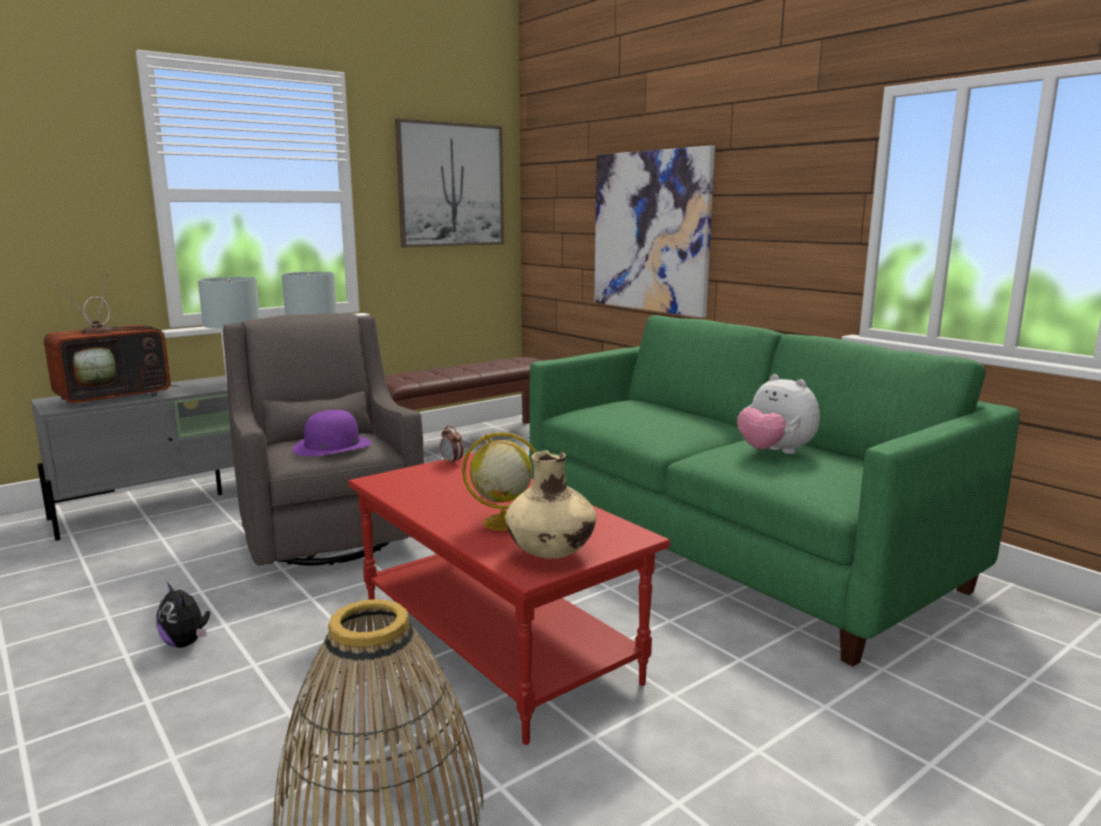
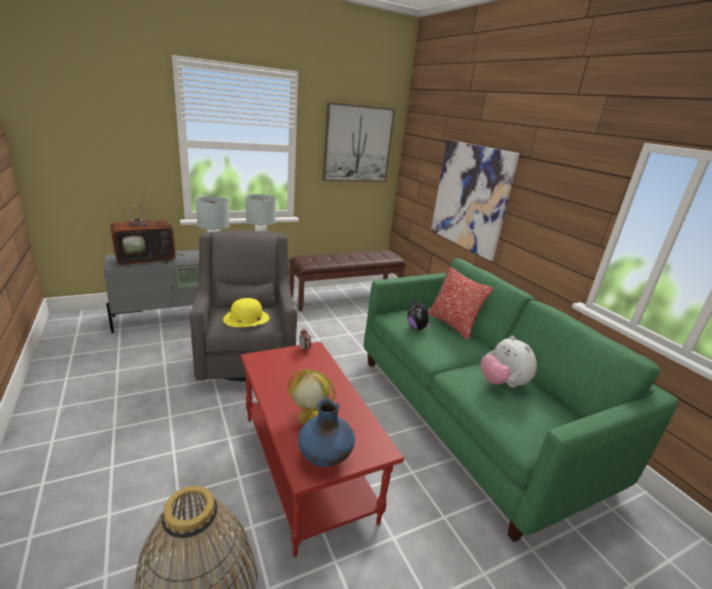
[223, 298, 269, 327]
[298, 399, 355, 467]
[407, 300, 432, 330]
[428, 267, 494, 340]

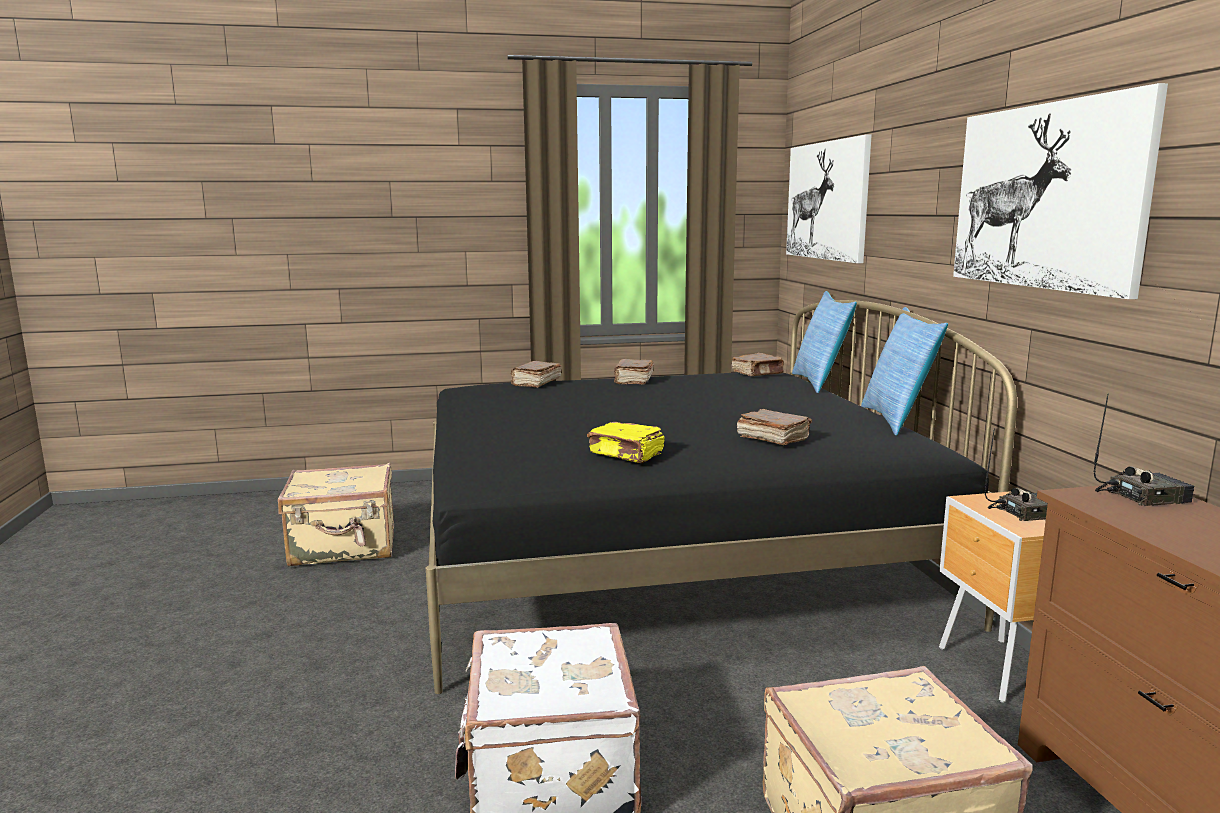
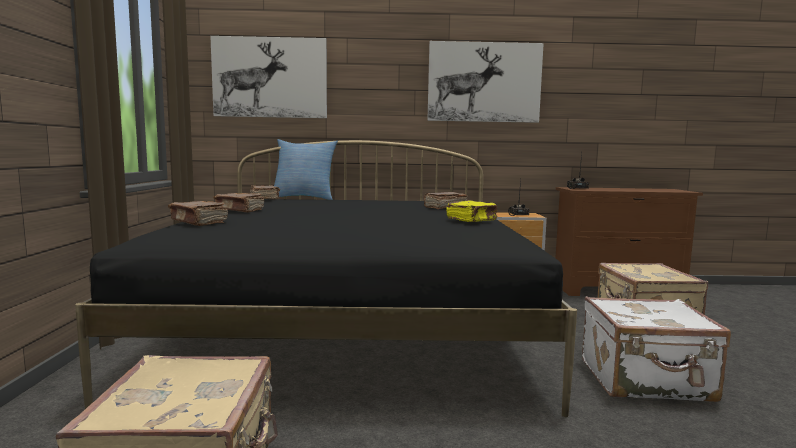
[861, 307, 948, 435] (first image)

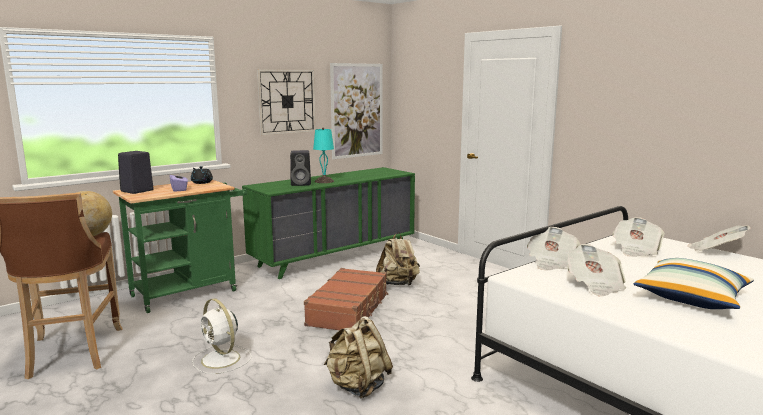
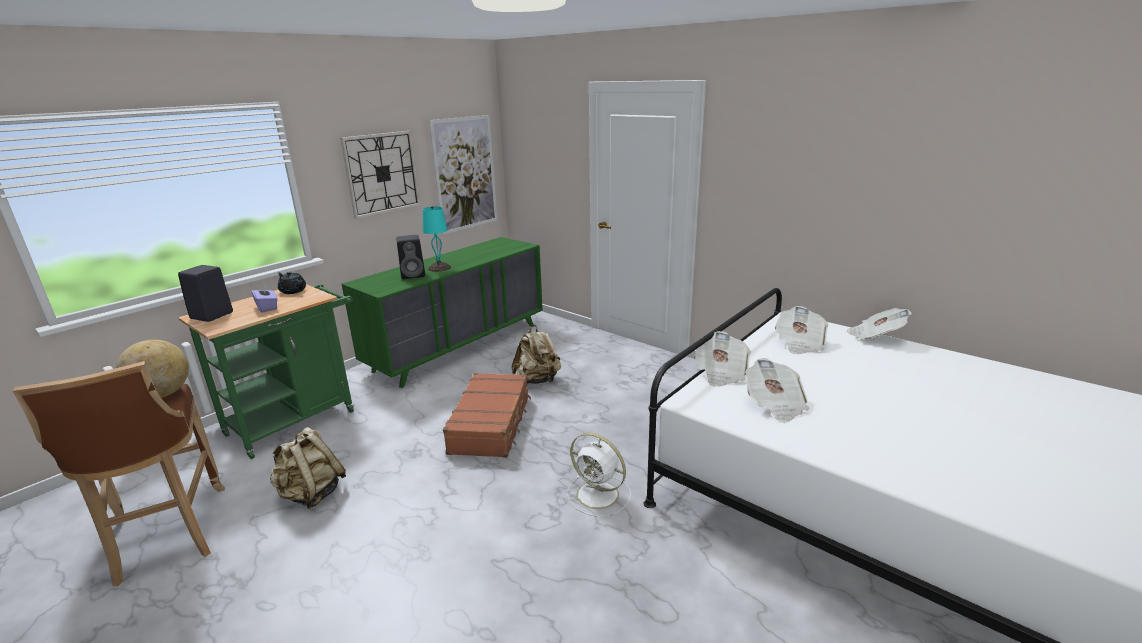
[270, 427, 346, 509]
[566, 433, 631, 517]
[634, 258, 754, 309] (first image)

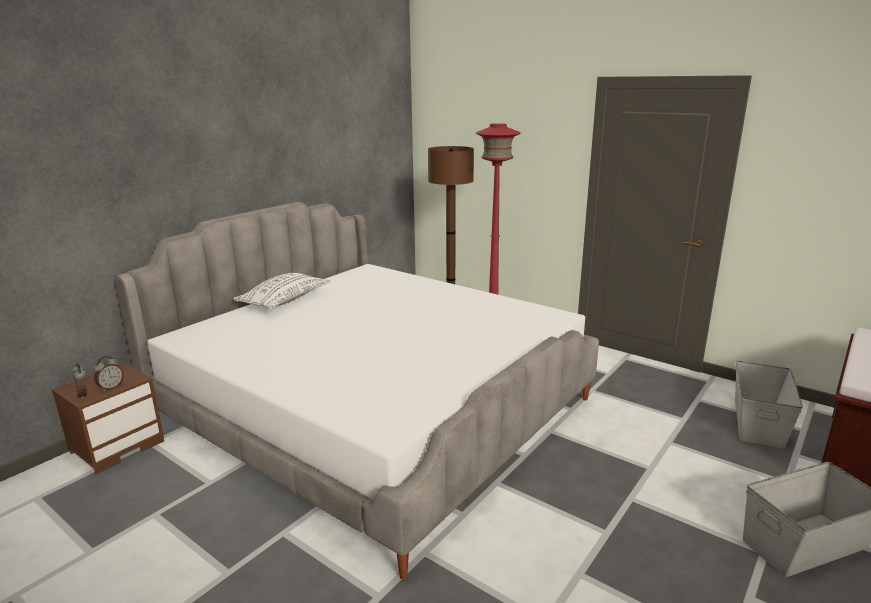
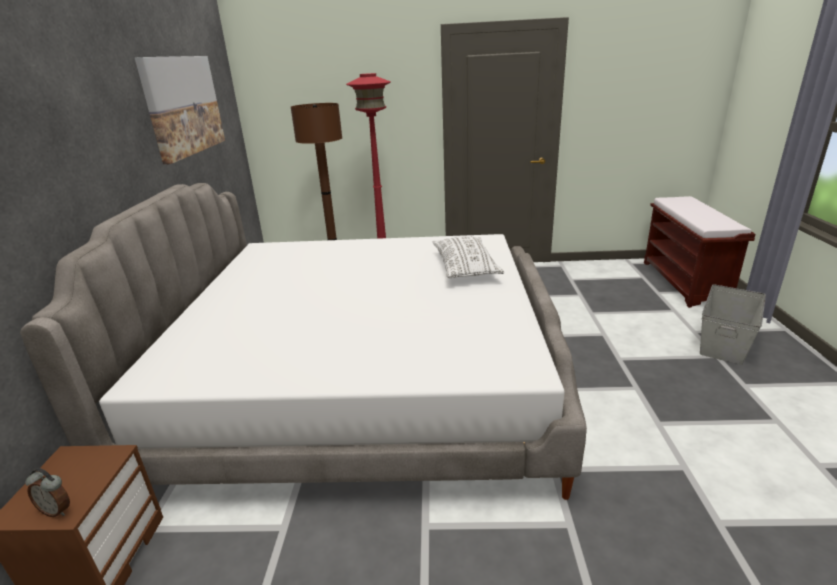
[135, 56, 225, 165]
[432, 236, 504, 278]
[94, 356, 124, 392] (first image)
[735, 361, 803, 449] (first image)

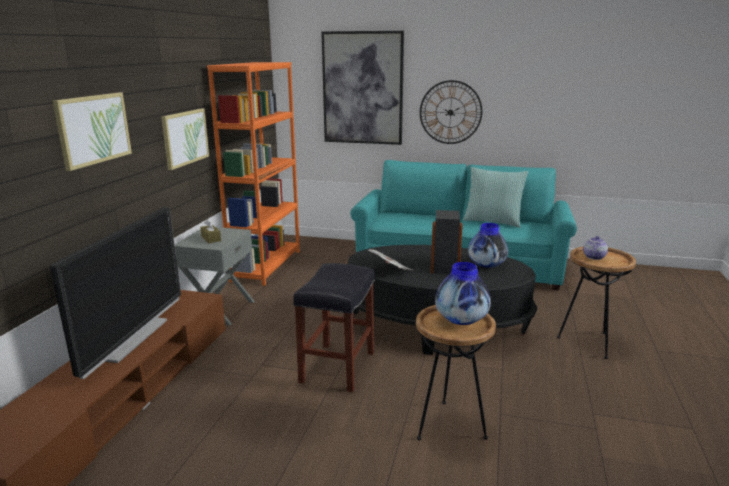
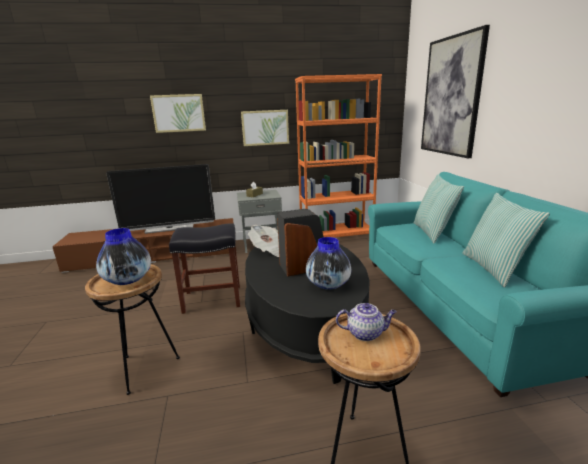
[413, 174, 464, 244]
[420, 80, 482, 144] (first image)

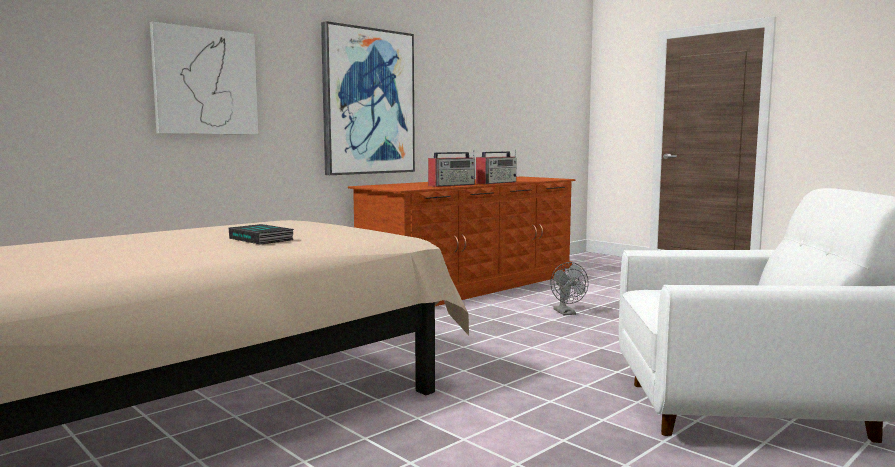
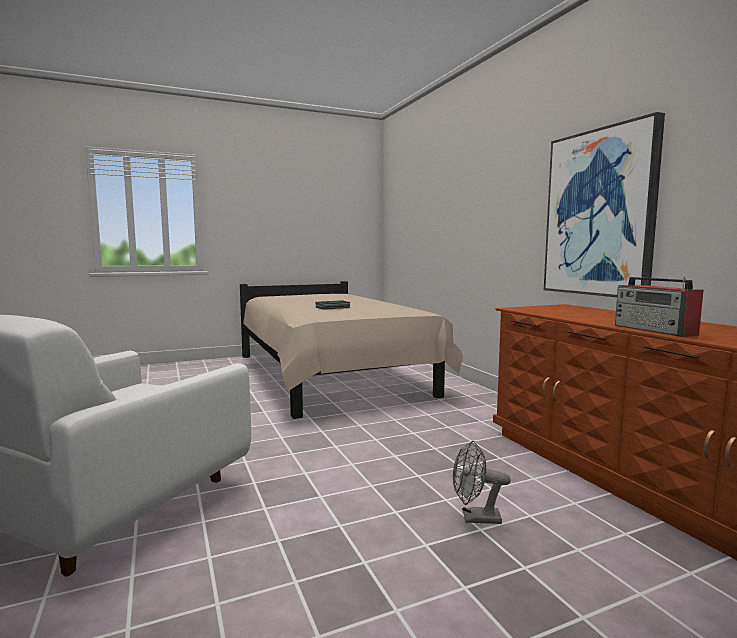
[150, 22, 259, 134] (first image)
[428, 150, 475, 187] (first image)

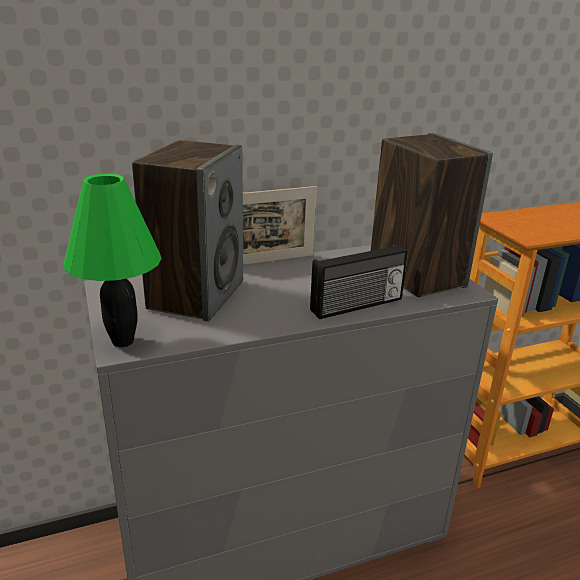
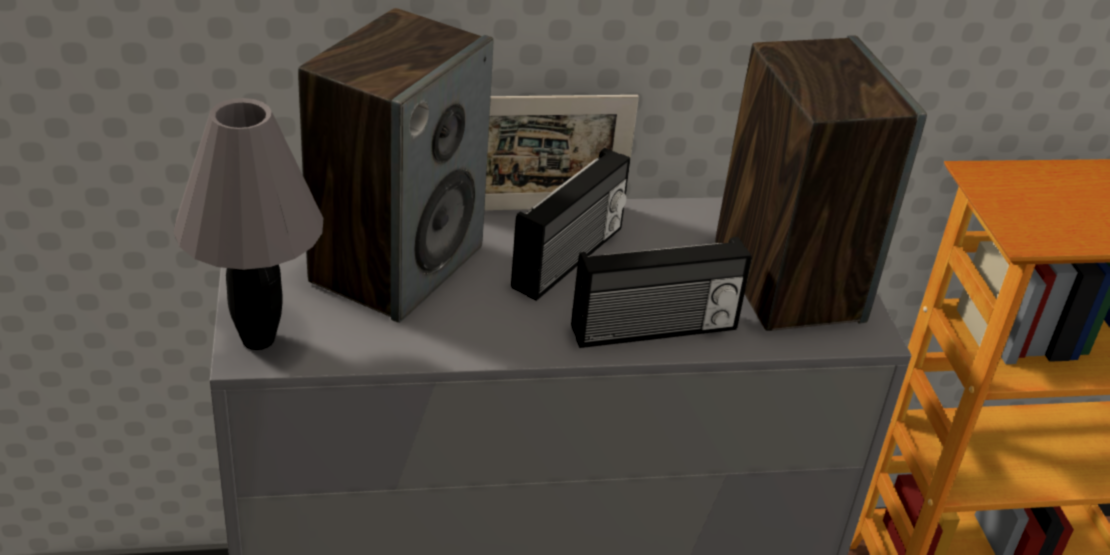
[173, 98, 323, 350]
[511, 148, 630, 301]

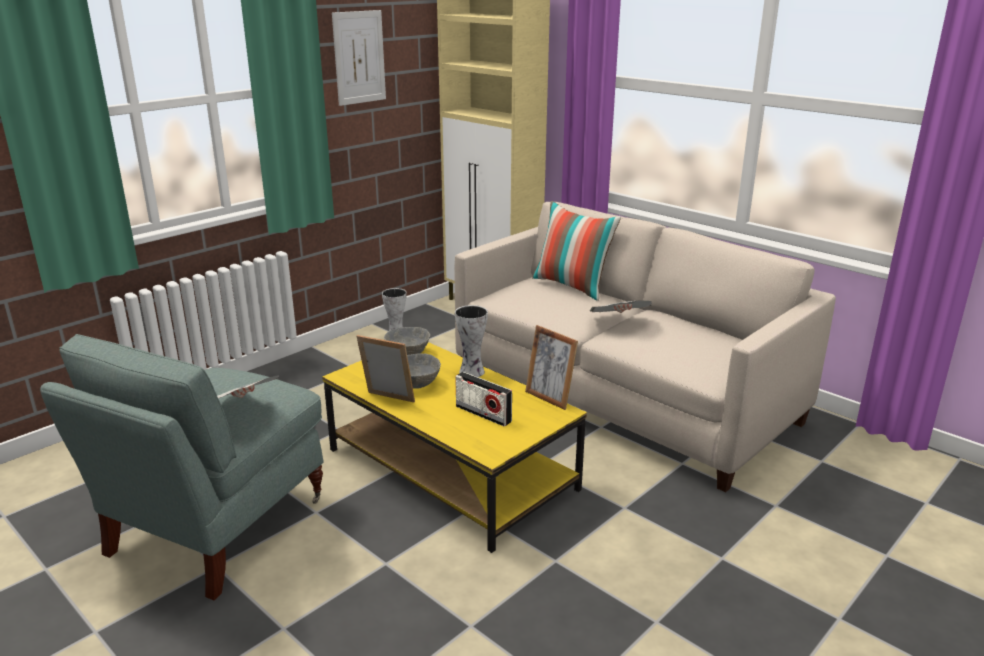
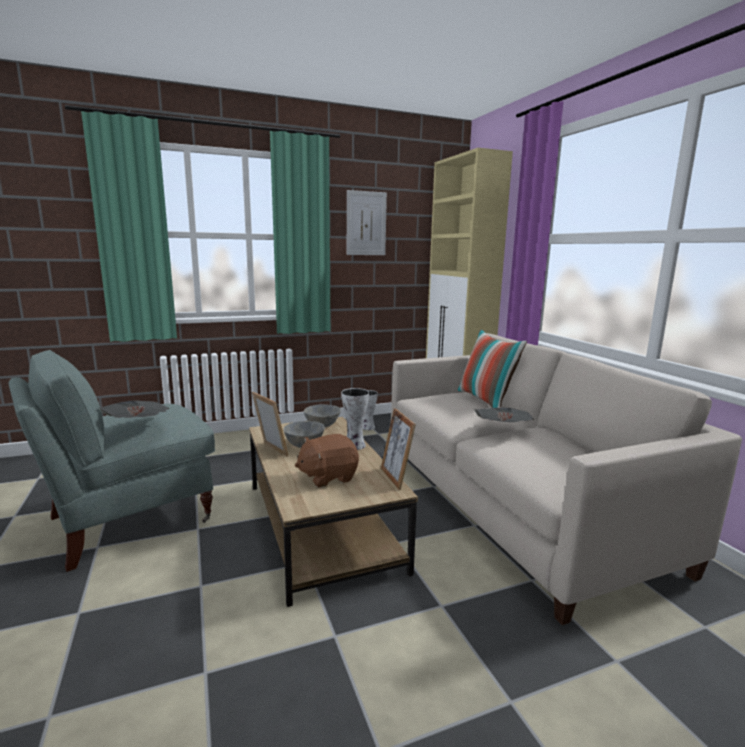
[249, 417, 418, 607]
[295, 434, 359, 487]

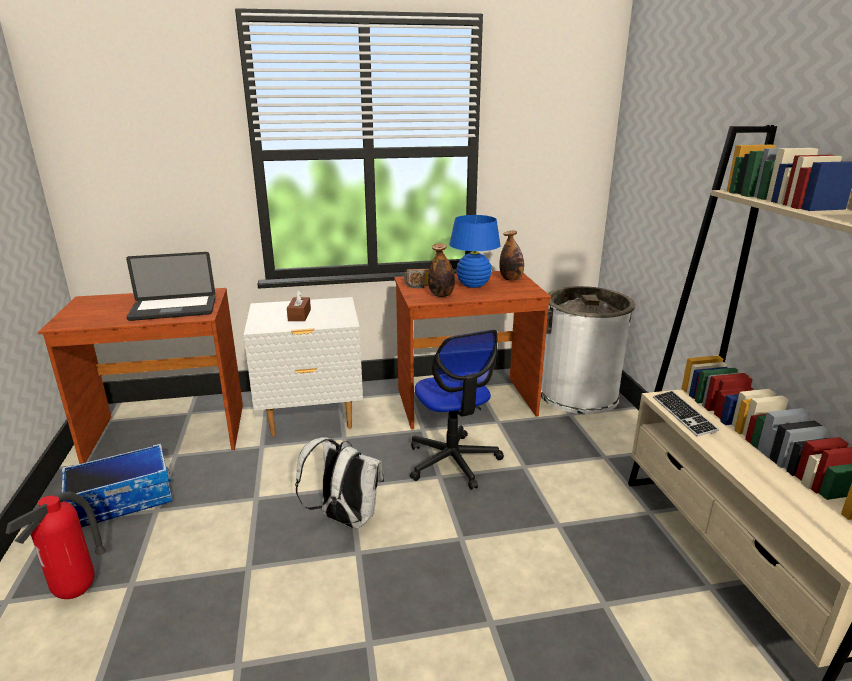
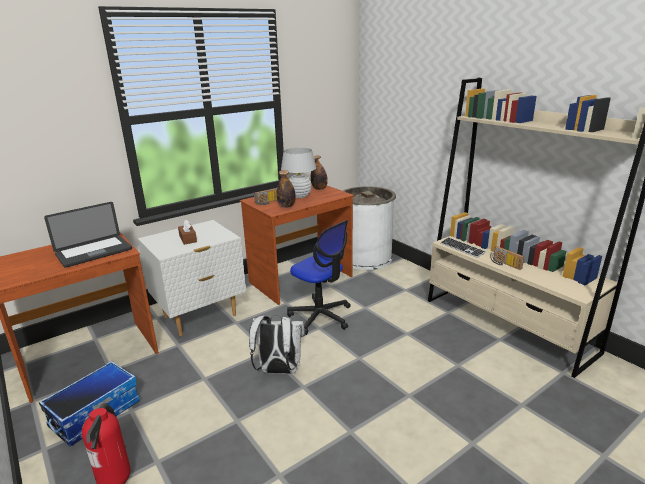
[281, 148, 316, 198]
[490, 246, 524, 270]

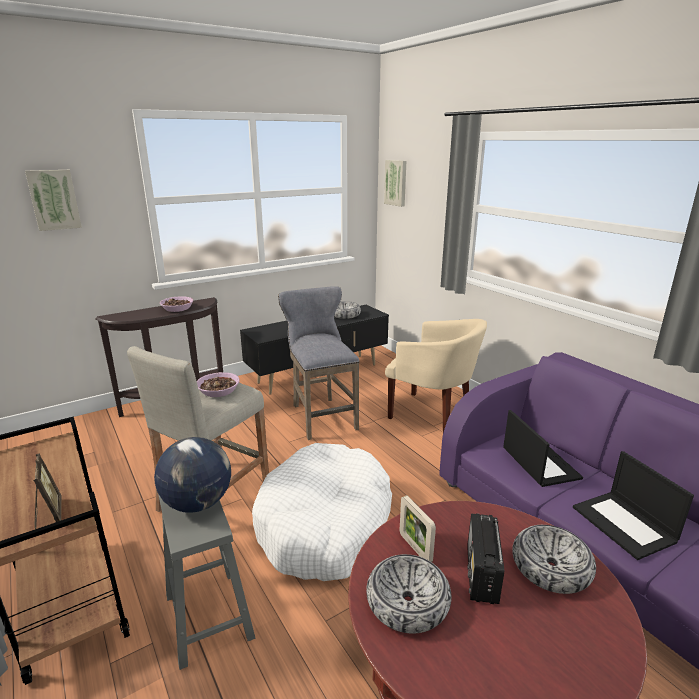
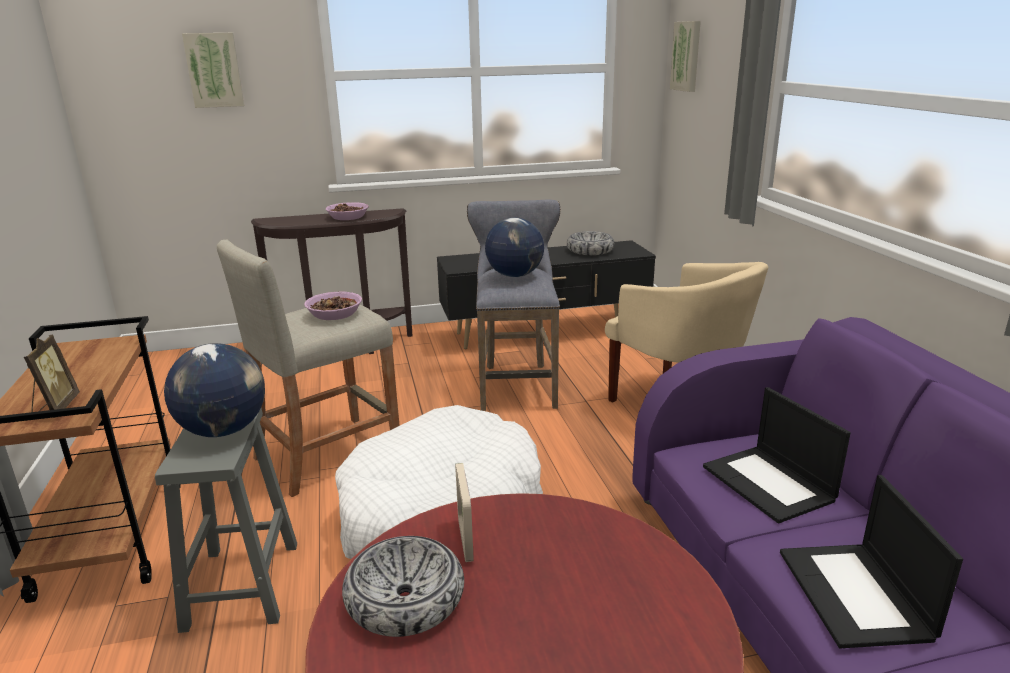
[485, 218, 544, 277]
[703, 387, 851, 524]
[467, 513, 504, 604] (first image)
[512, 525, 596, 594] (first image)

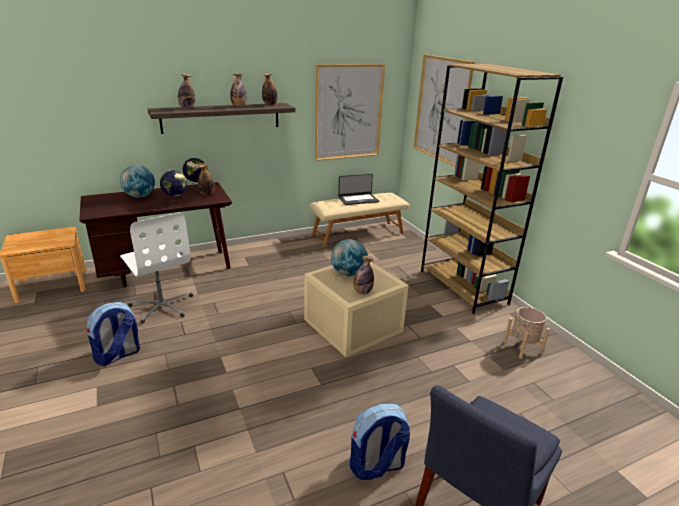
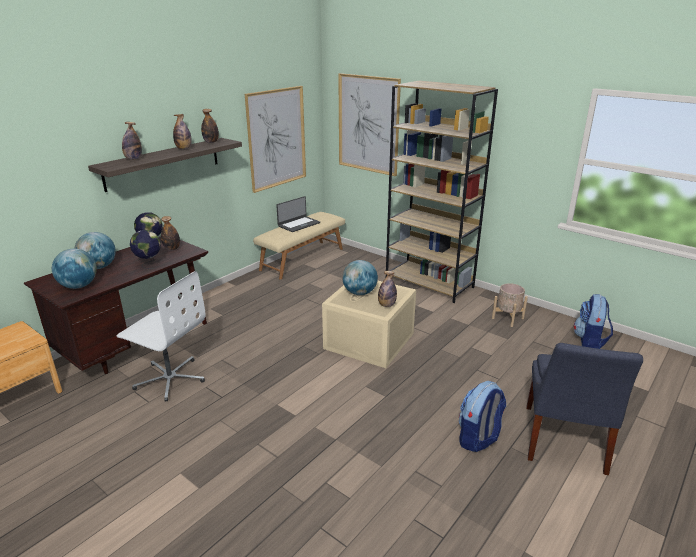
[52, 249, 97, 289]
[574, 294, 613, 349]

